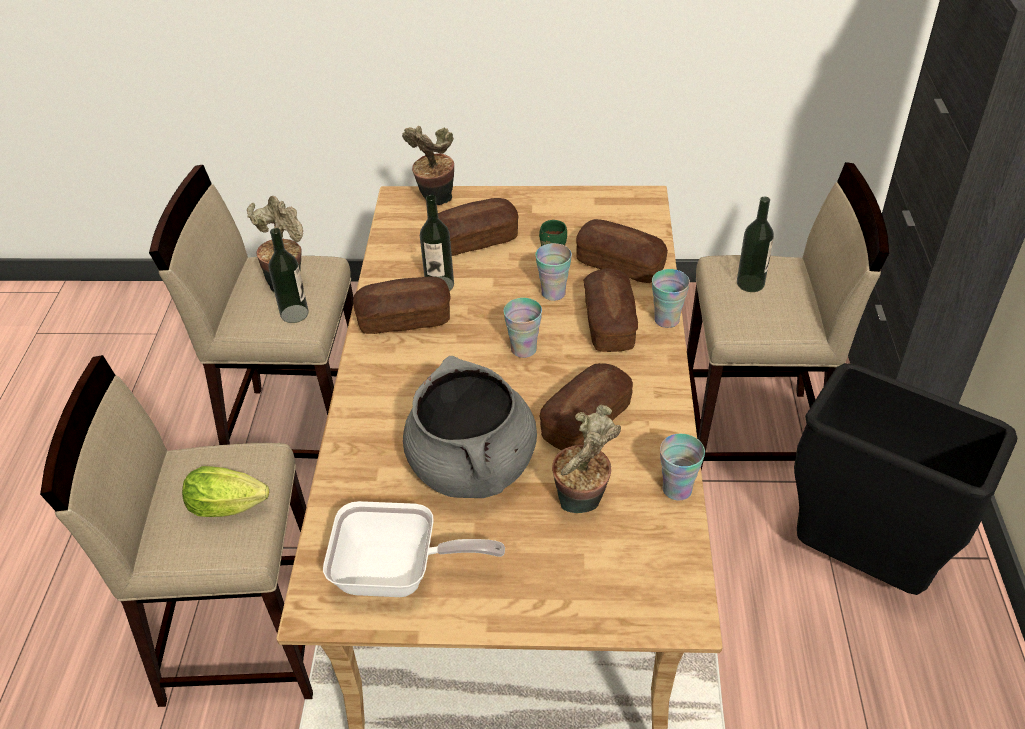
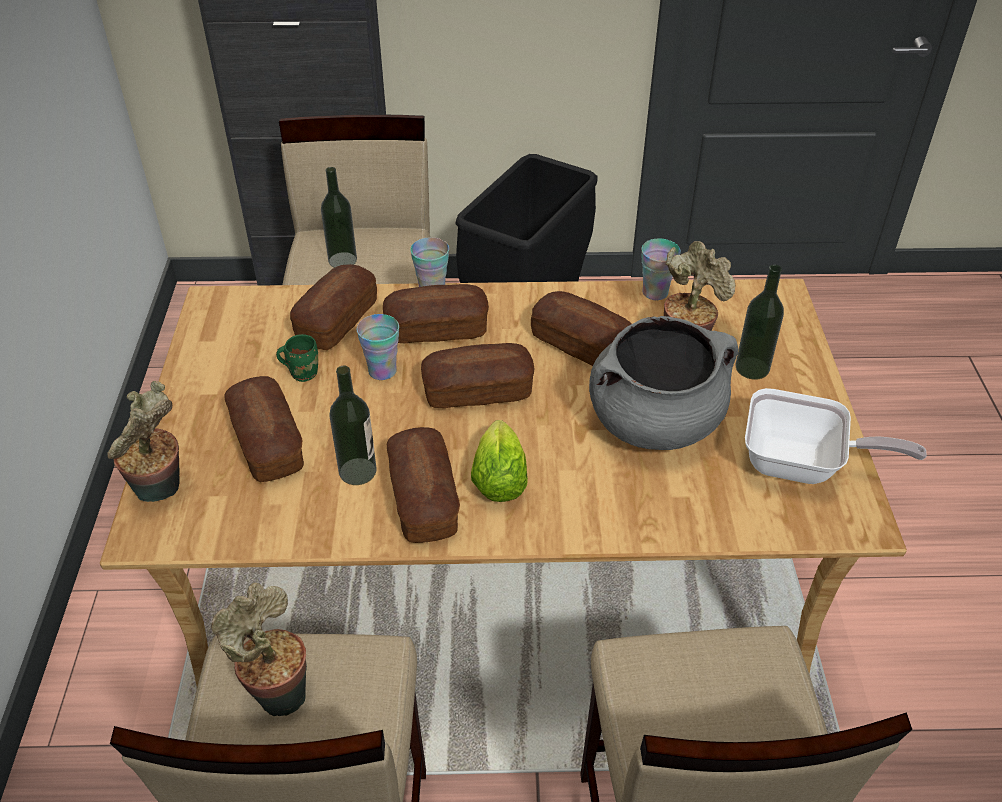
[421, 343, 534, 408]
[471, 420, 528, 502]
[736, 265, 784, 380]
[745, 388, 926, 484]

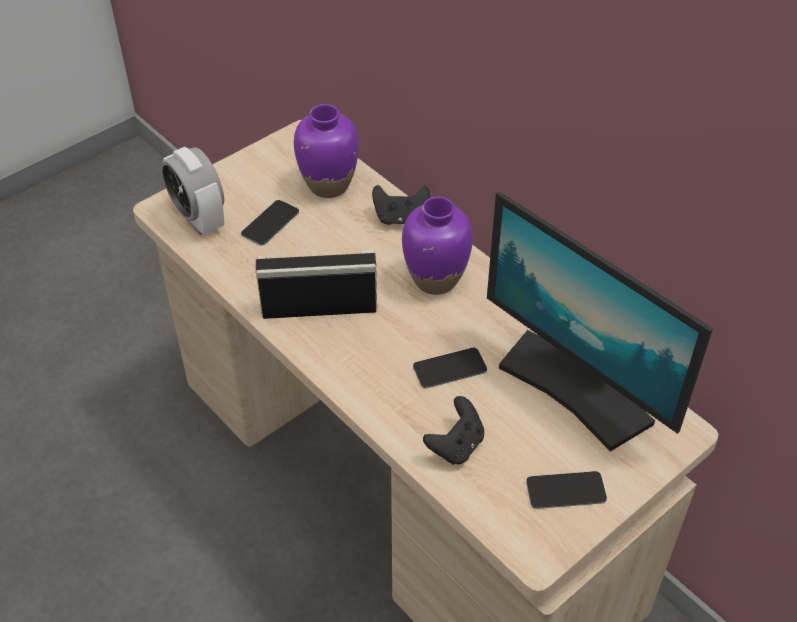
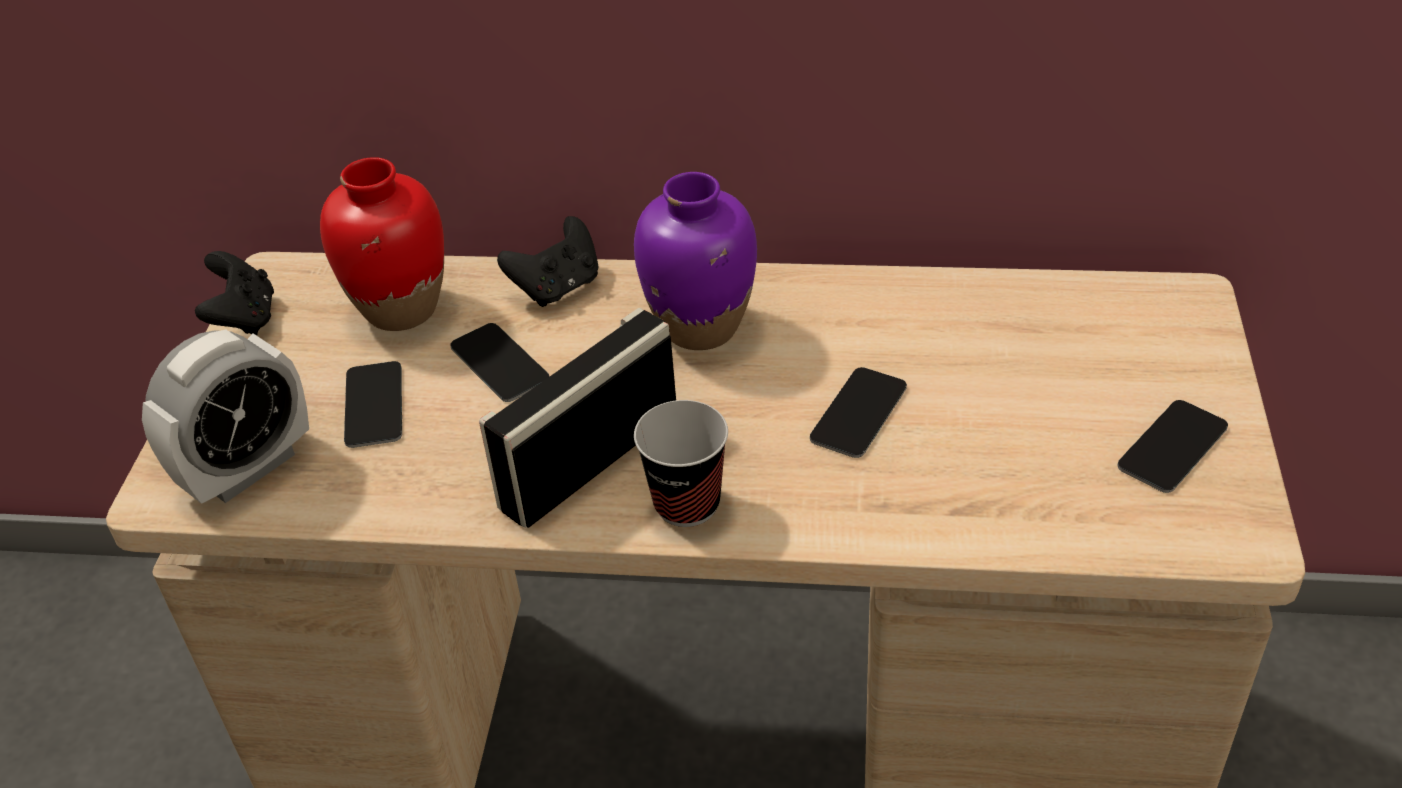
[142, 330, 309, 504]
[195, 251, 274, 335]
[320, 157, 444, 331]
[450, 323, 549, 402]
[634, 400, 728, 527]
[487, 192, 713, 452] (first image)

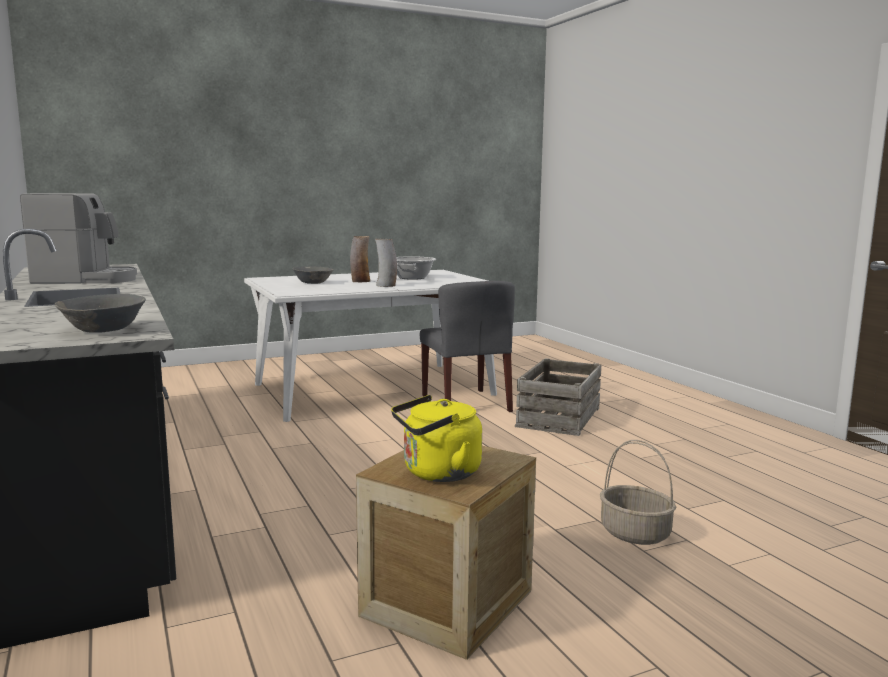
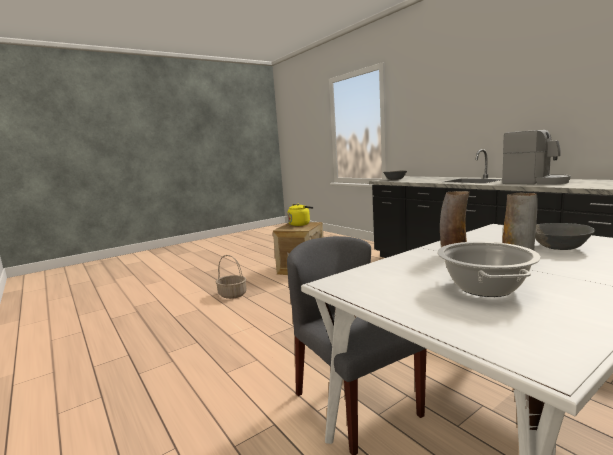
[502, 130, 570, 185]
[515, 358, 601, 436] (first image)

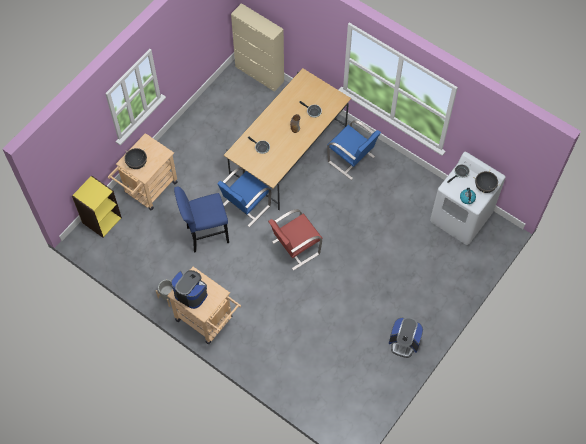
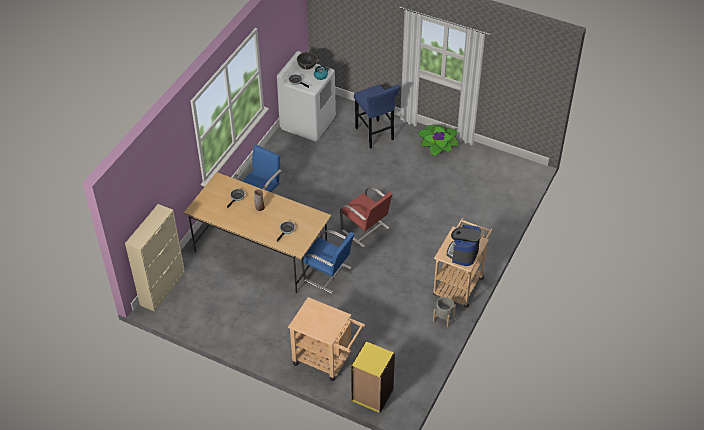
[354, 84, 400, 149]
[418, 125, 458, 156]
[125, 148, 147, 169] (first image)

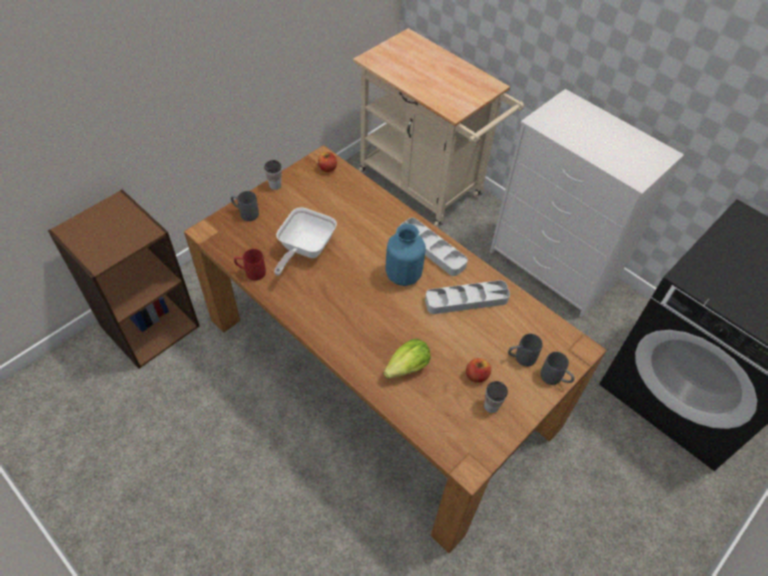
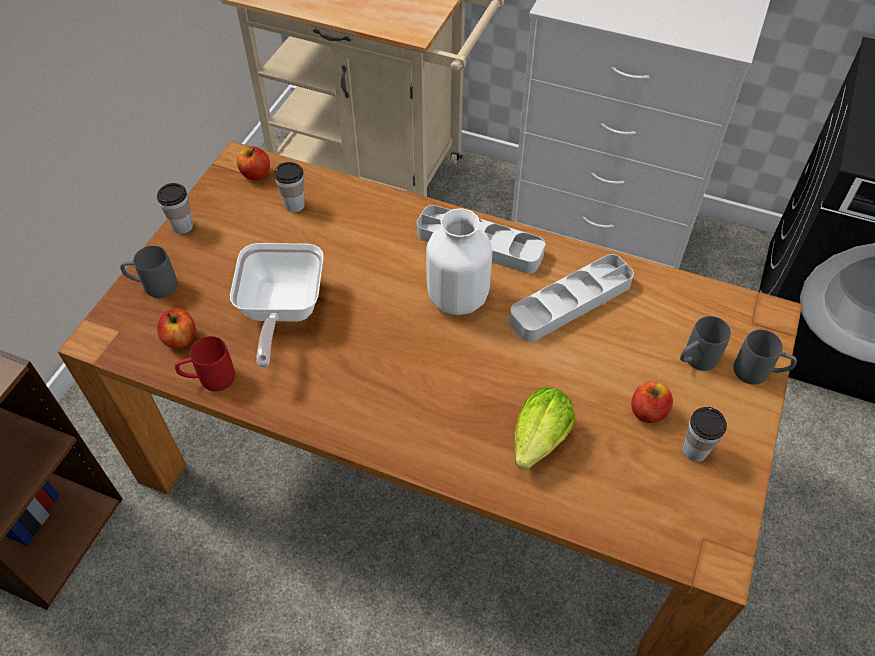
[157, 309, 196, 349]
[274, 162, 305, 212]
[426, 208, 492, 315]

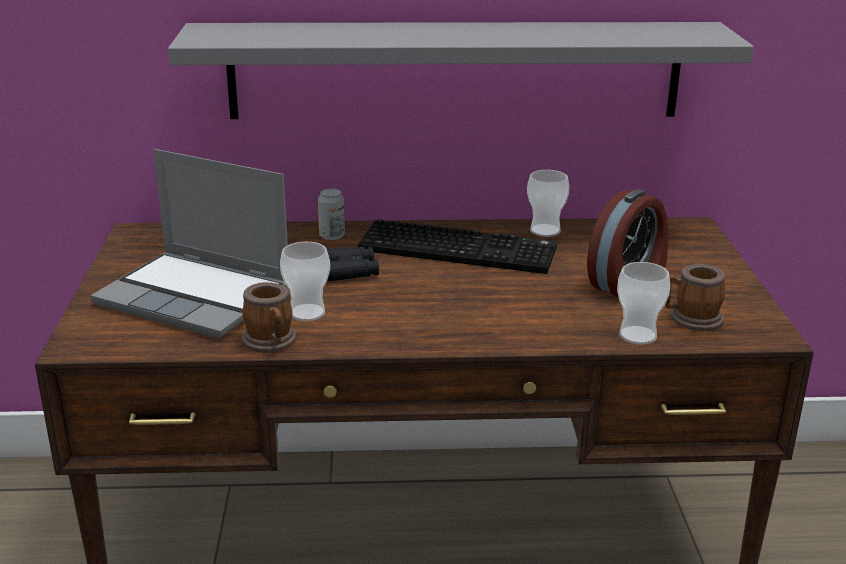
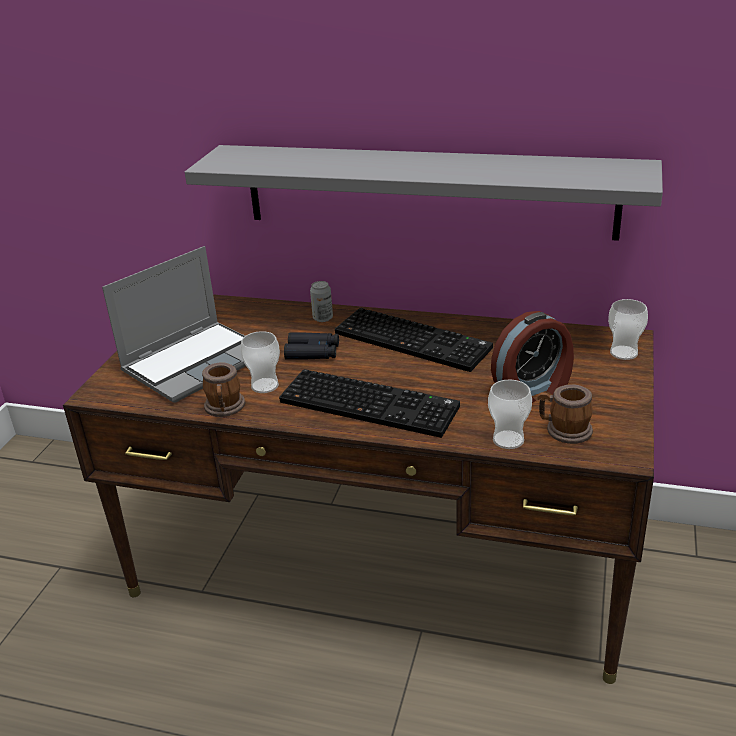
[102, 246, 246, 403]
[279, 369, 460, 438]
[608, 299, 648, 360]

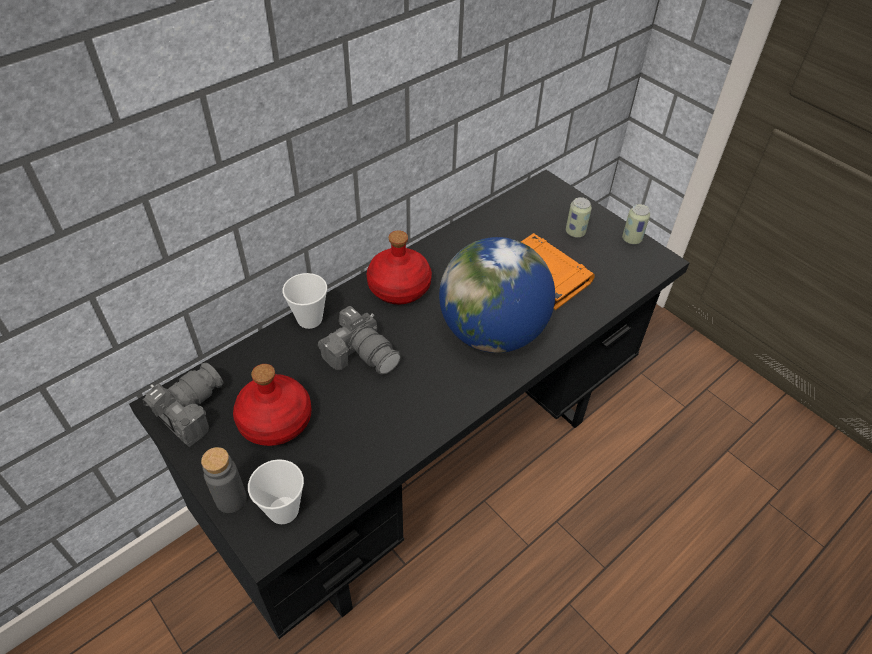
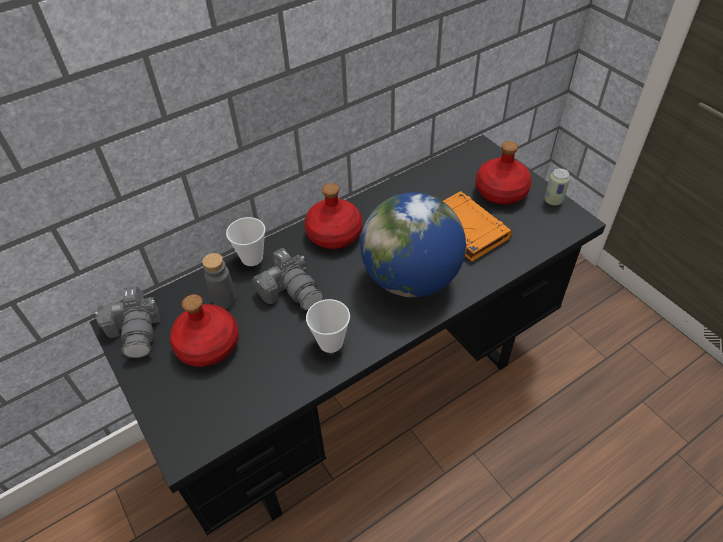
[95, 286, 160, 358]
[202, 253, 237, 309]
[306, 299, 350, 353]
[475, 141, 532, 205]

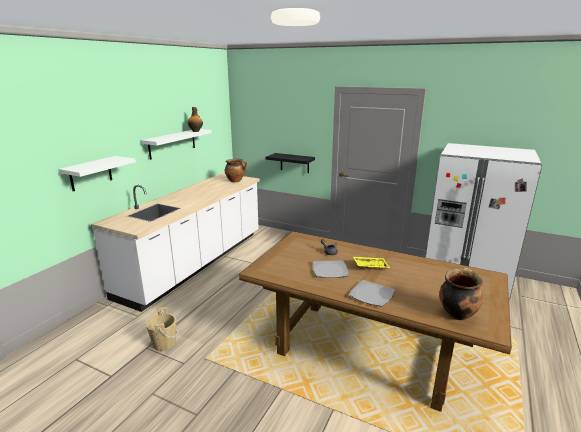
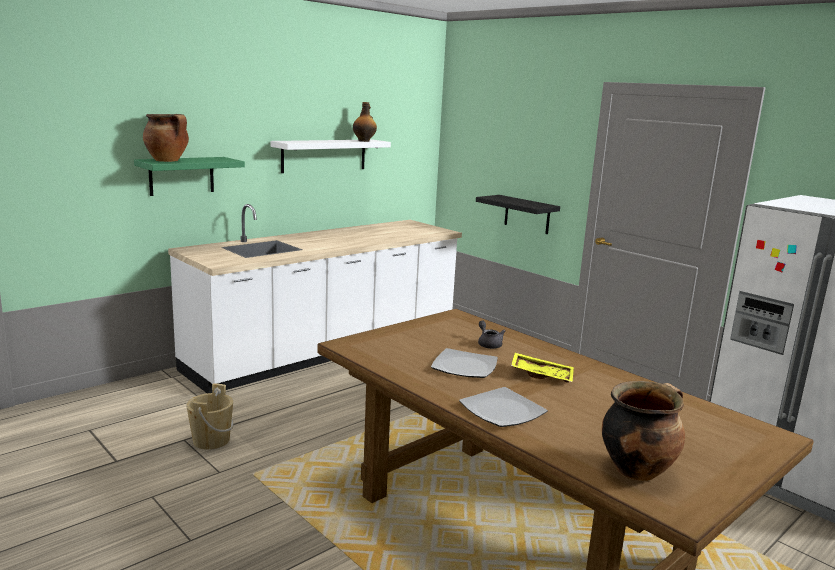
[134, 157, 245, 196]
[143, 114, 189, 162]

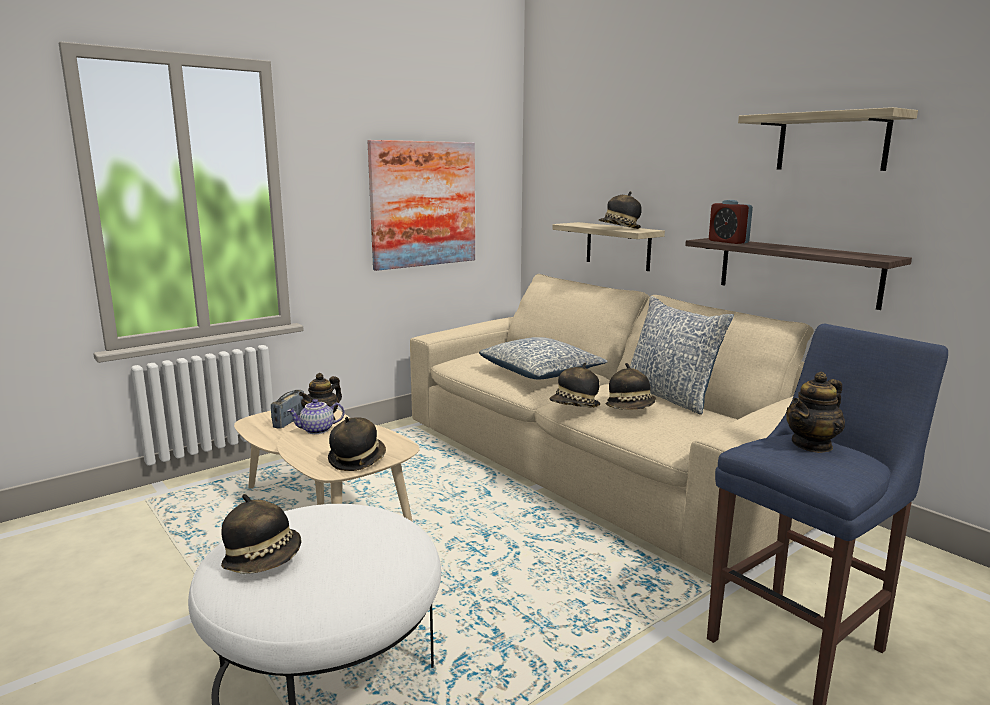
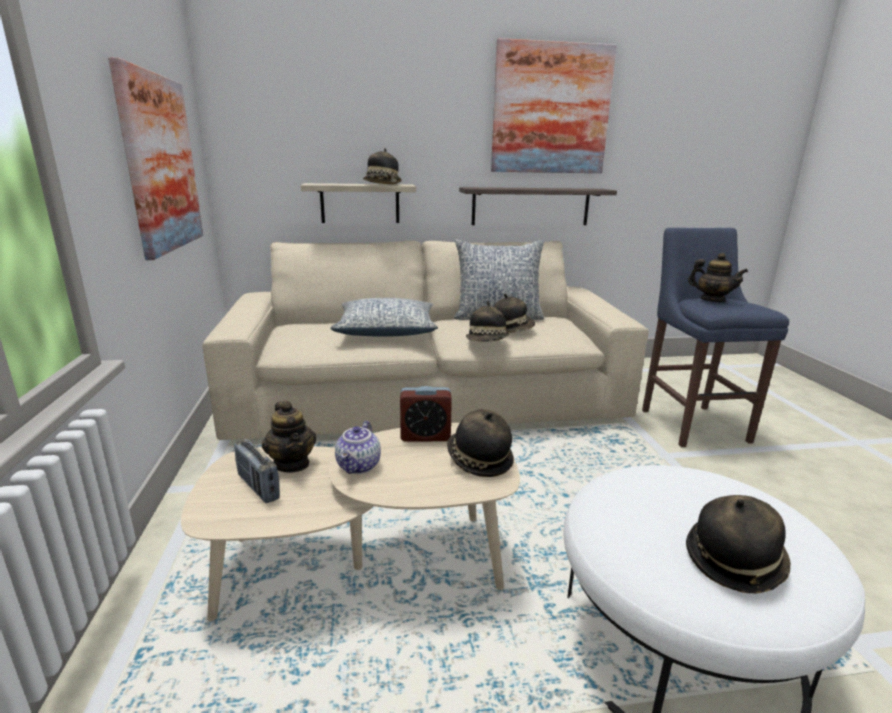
[400, 386, 452, 442]
[491, 38, 617, 173]
[688, 253, 748, 302]

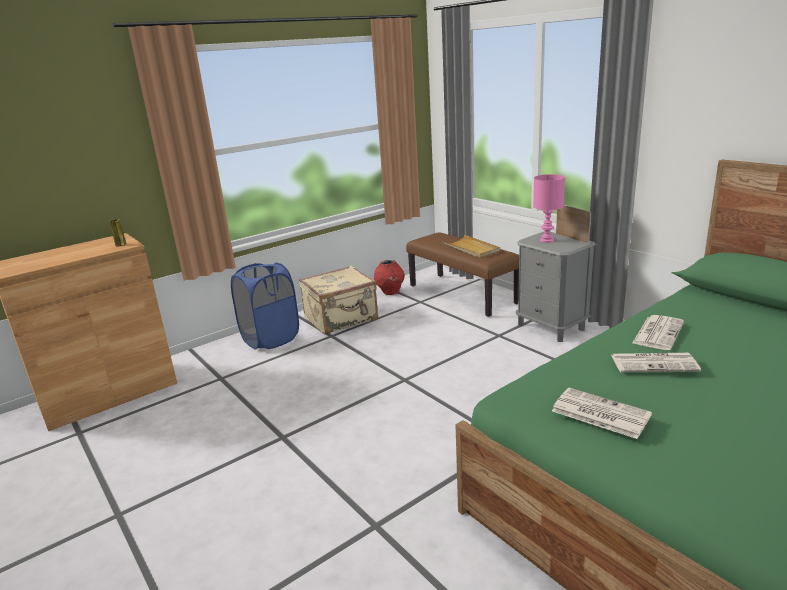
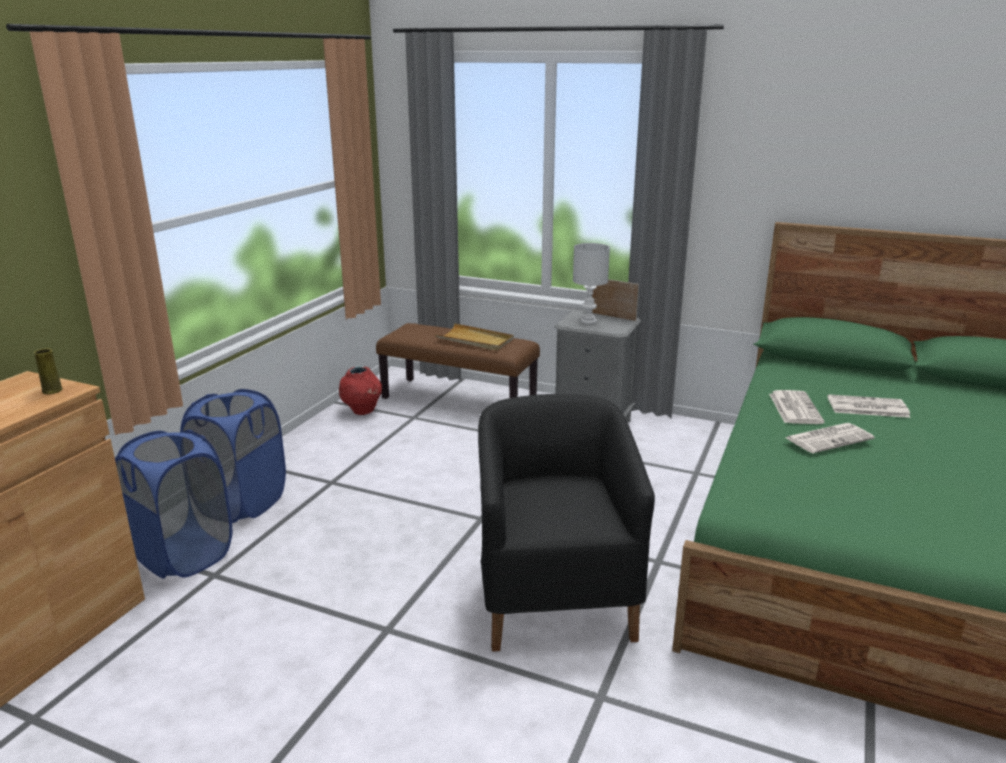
[115, 430, 232, 578]
[478, 394, 655, 652]
[573, 243, 610, 324]
[827, 394, 910, 418]
[299, 266, 378, 334] (first image)

